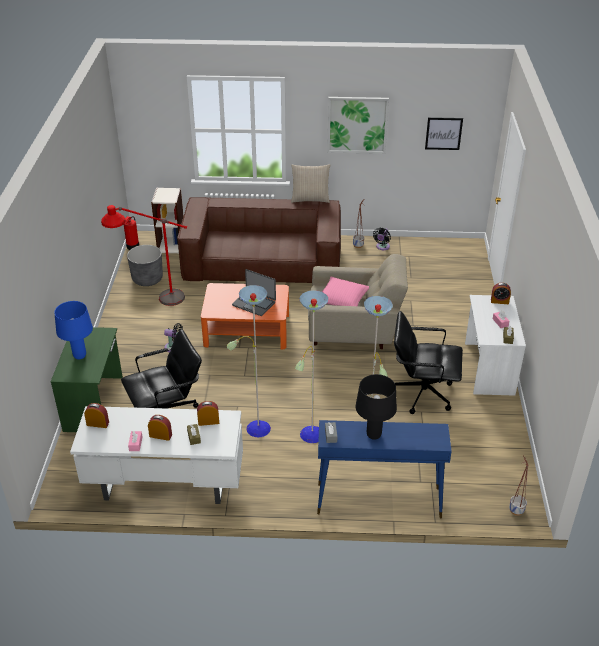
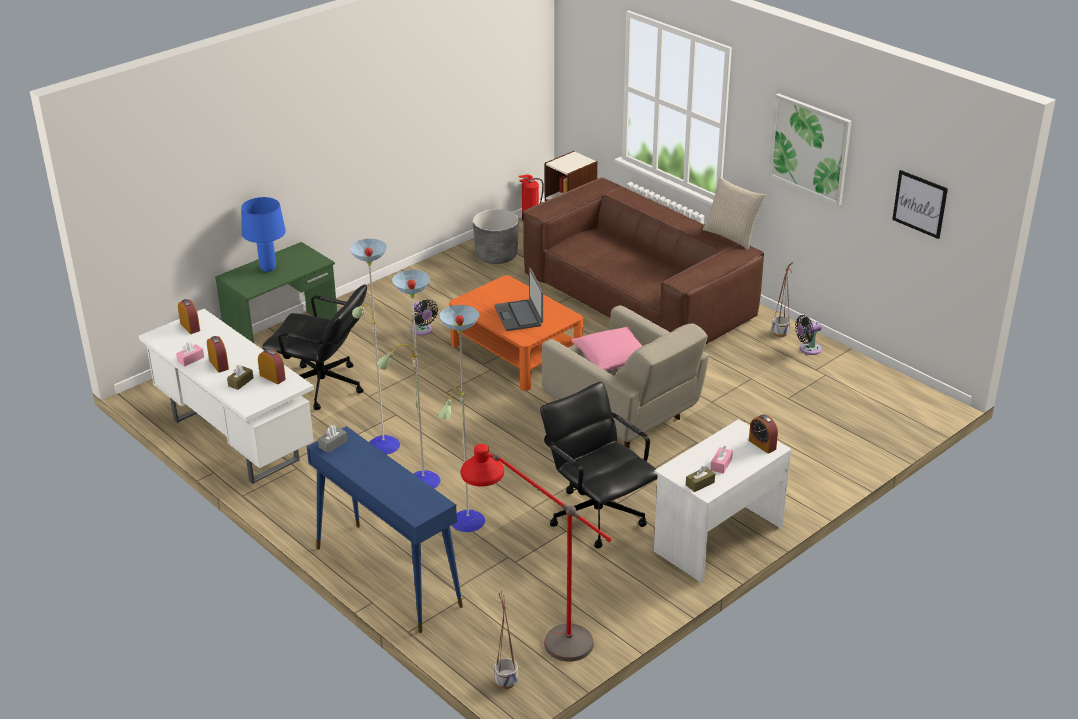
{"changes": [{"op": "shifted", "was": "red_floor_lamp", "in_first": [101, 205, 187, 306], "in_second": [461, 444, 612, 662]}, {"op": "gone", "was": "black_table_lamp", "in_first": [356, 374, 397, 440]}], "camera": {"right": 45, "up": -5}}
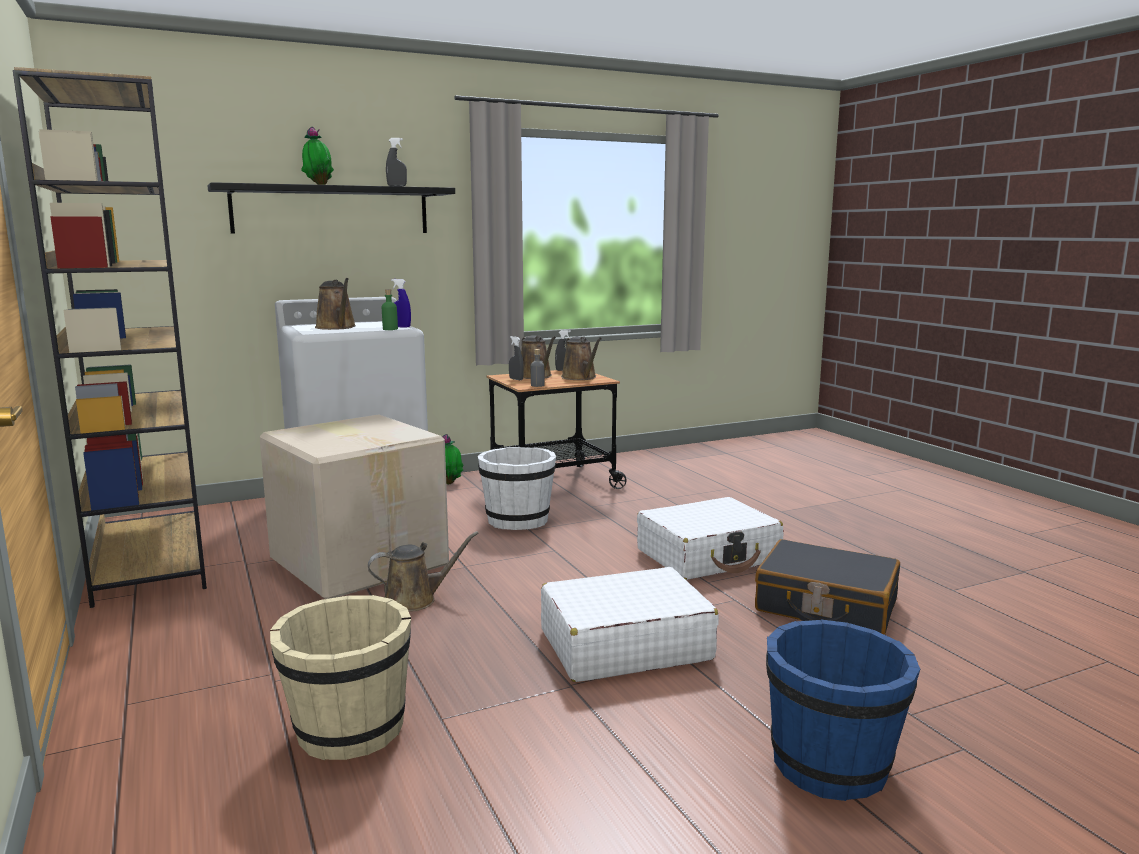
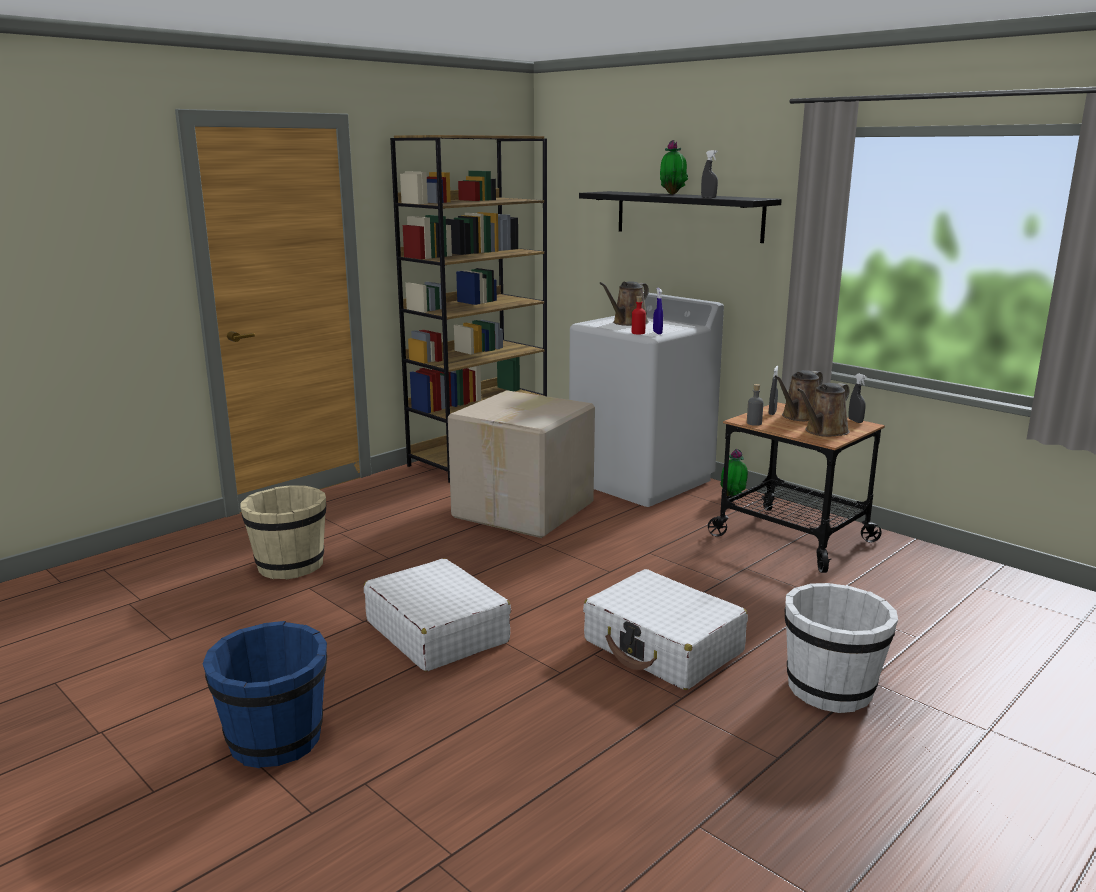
{"changes": [{"op": "gone", "was": "brown_watering_can", "in_first": [368, 531, 479, 612]}, {"op": "repainted", "was": "green_bottle", "now": "red_bottle", "in_first": [382, 289, 398, 330], "in_second": [632, 296, 646, 334]}, {"op": "shifted", "was": "white_bucket", "in_first": [478, 447, 556, 530], "in_second": [785, 583, 898, 713]}, {"op": "gone", "was": "black_suitcase", "in_first": [755, 539, 900, 635]}], "camera": {"right": 70, "up": 5}}
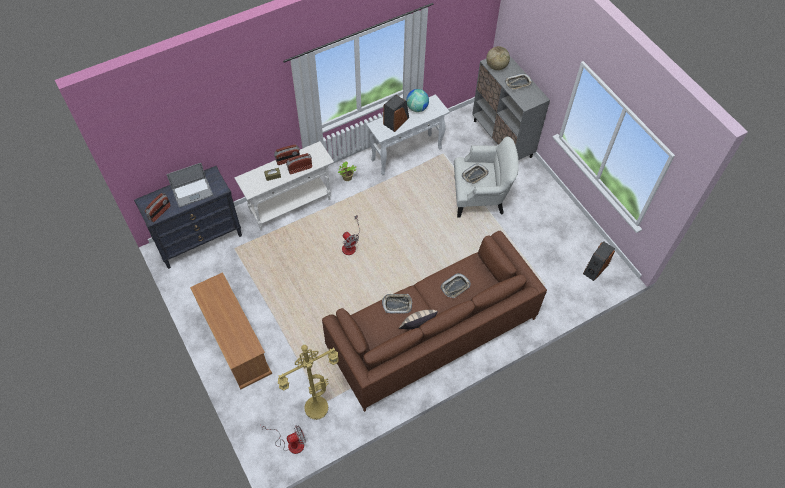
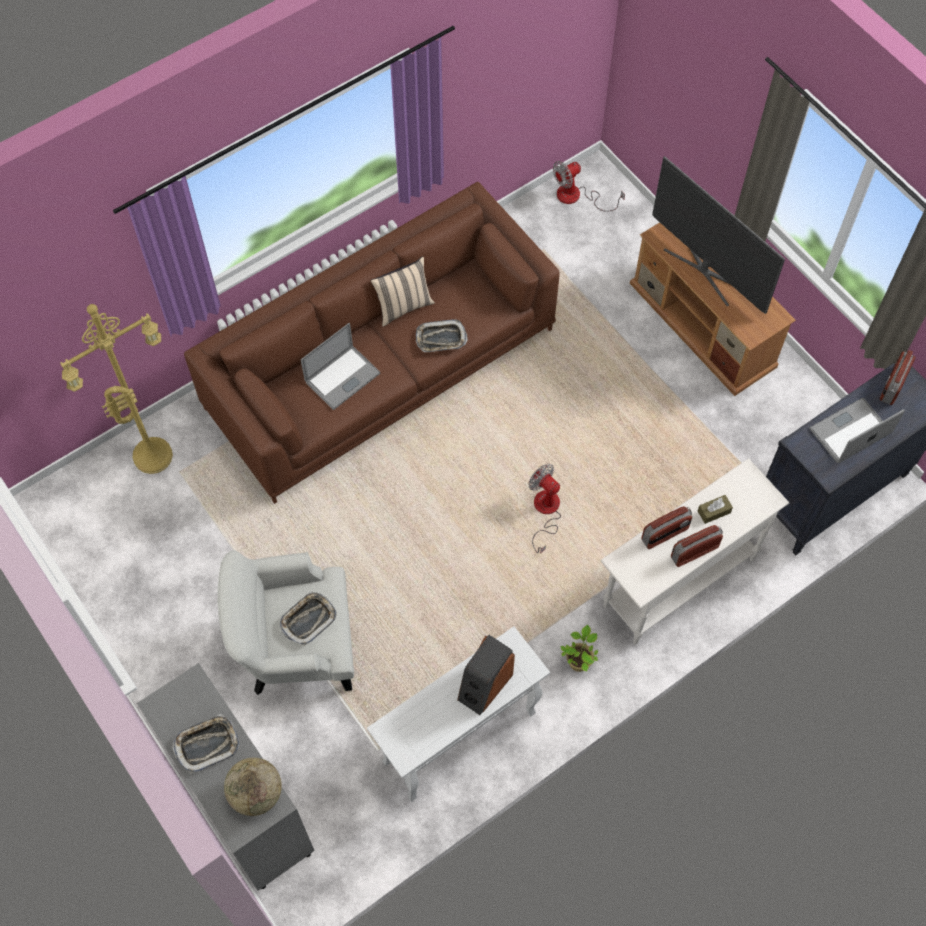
{"changes": [{"op": "shifted", "was": "yellow_floor_lamp", "in_first": [278, 345, 339, 420], "in_second": [60, 304, 173, 474]}, {"op": "gone", "was": "globe", "in_first": [406, 89, 429, 112]}, {"op": "swapped", "was": "tray", "now": "laptop", "in_first": [440, 273, 471, 298], "in_second": [301, 323, 381, 410]}, {"op": "gone", "was": "speaker", "in_first": [583, 241, 615, 281]}, {"op": "new", "now": "television", "in_second": [652, 156, 785, 314]}], "camera": {"right": 175, "up": 5}}
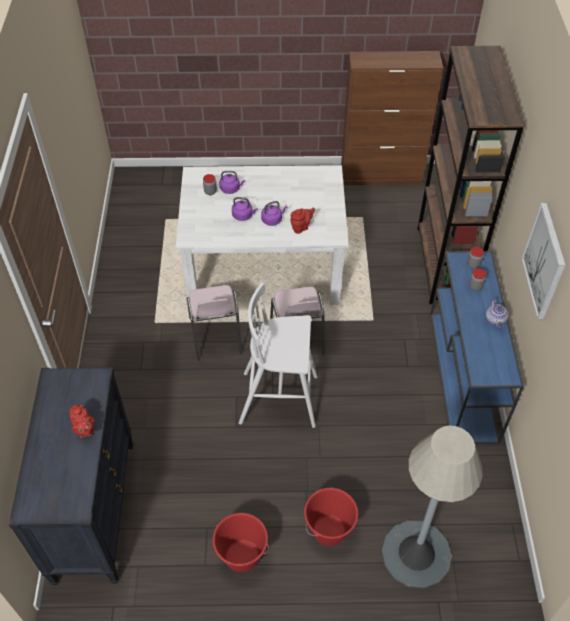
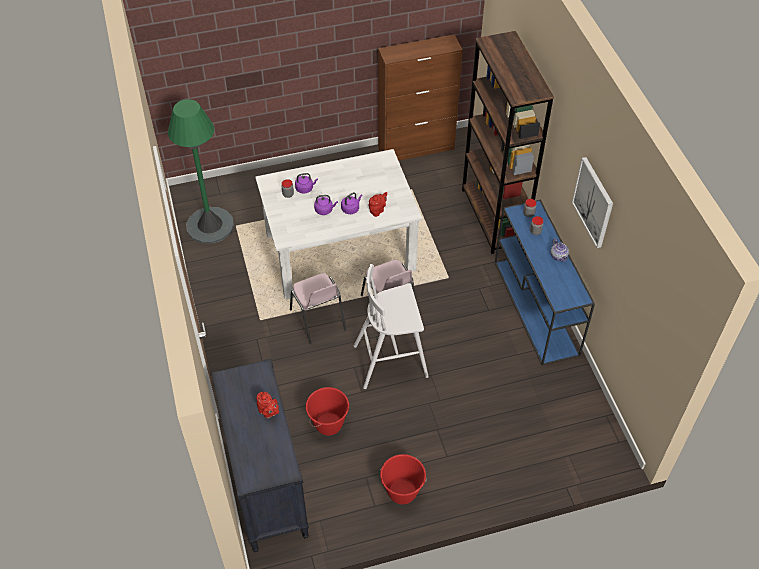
{"changes": [{"op": "shifted", "was": "red_bucket", "in_first": [304, 488, 358, 546], "in_second": [306, 387, 349, 435]}, {"op": "gone", "was": "grey_floor_lamp", "in_first": [382, 426, 483, 588]}, {"op": "new", "now": "green_floor_lamp", "in_second": [168, 99, 234, 244]}], "camera": {"right": -15, "up": 0}}
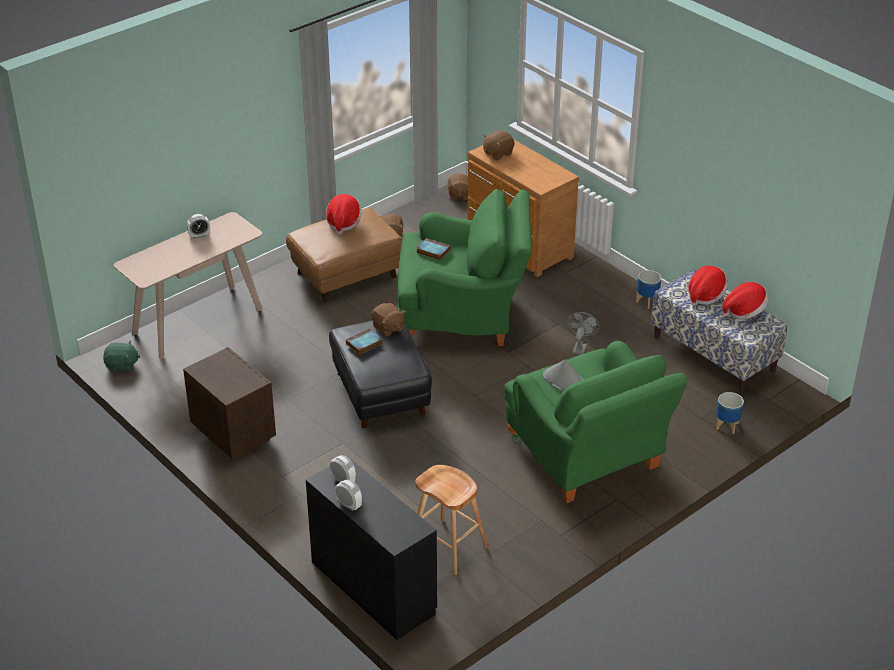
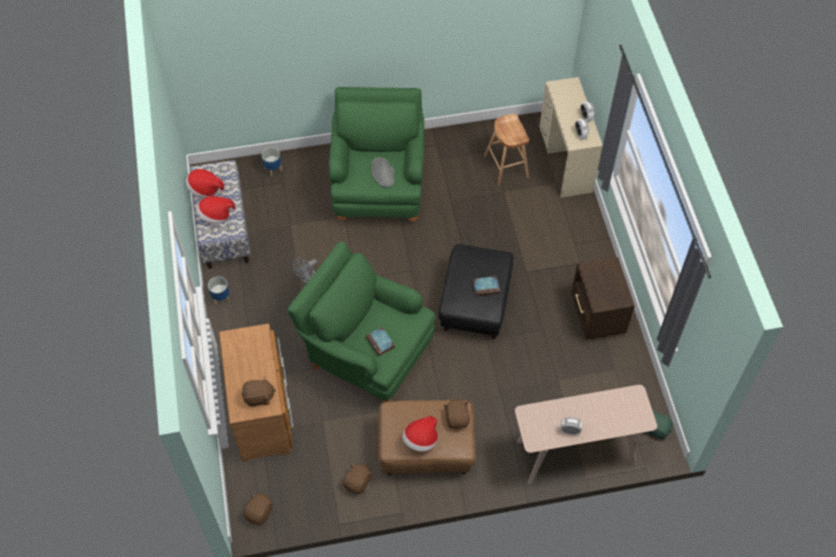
{"changes": [{"op": "repainted", "was": "black_desk", "now": "beige_desk", "in_first": [306, 456, 437, 640], "in_second": [540, 77, 603, 198]}, {"op": "shifted", "was": "brown_plush_toy", "in_first": [371, 303, 406, 337], "in_second": [444, 399, 470, 429]}], "camera": {"right": -150, "up": 20}}
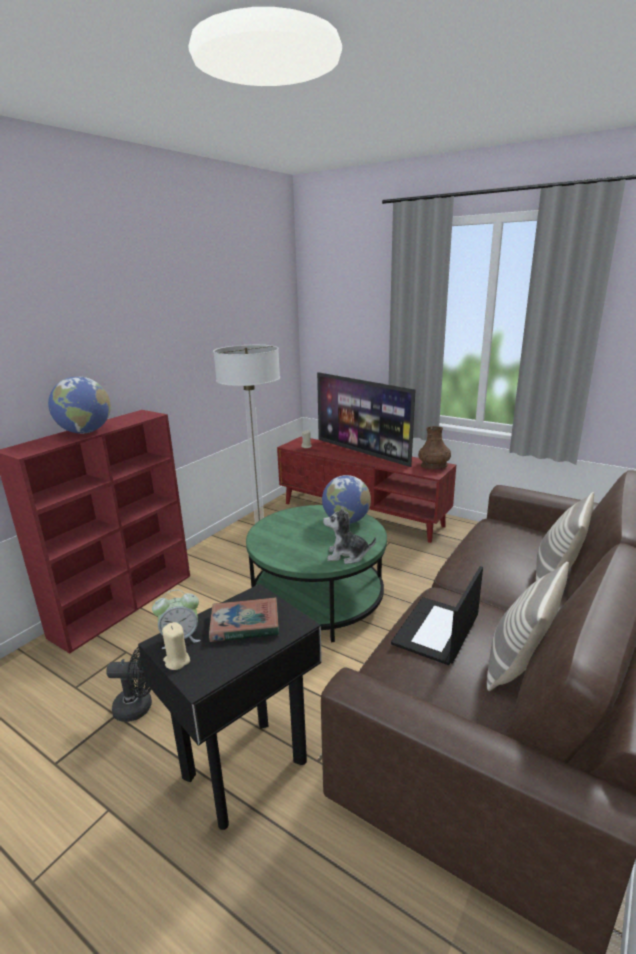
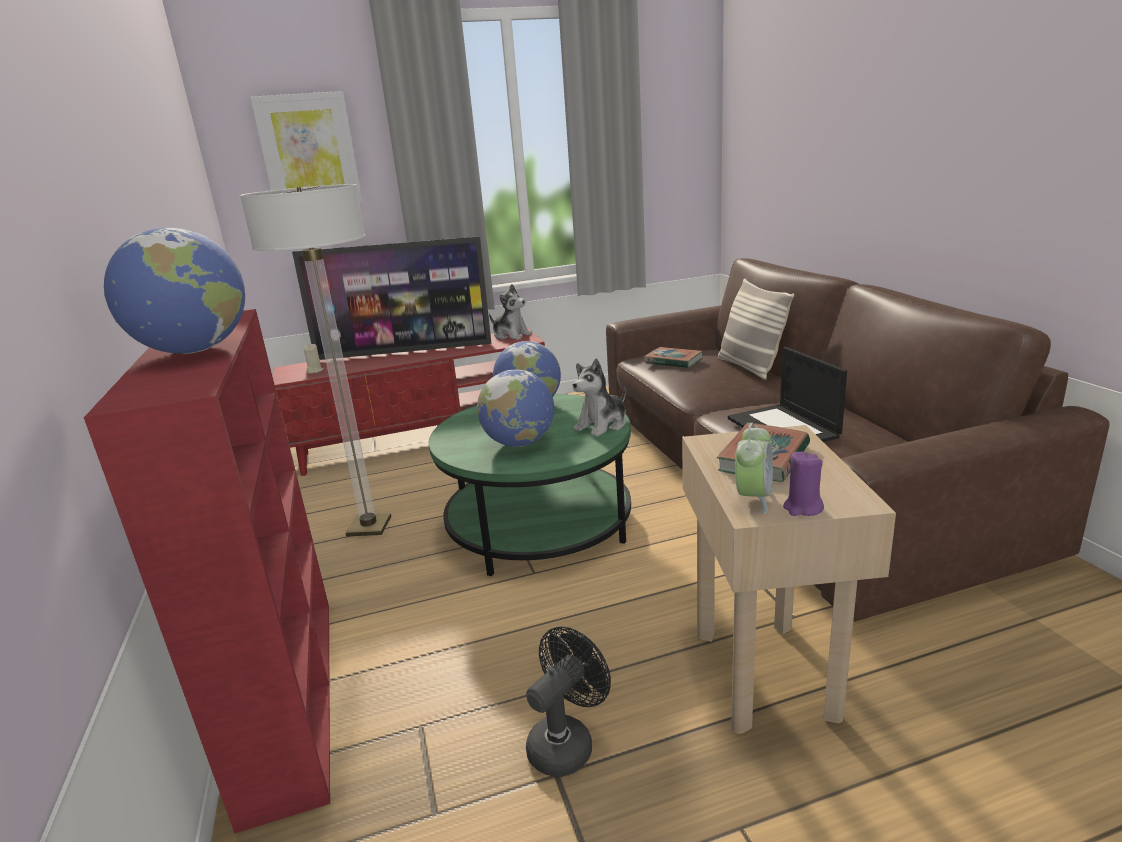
{"changes": [{"op": "repainted", "was": "black_side_table", "now": "beige_side_table", "in_first": [138, 584, 322, 830], "in_second": [682, 425, 896, 734]}, {"op": "repainted", "was": "beige_candle", "now": "purple_candle", "in_first": [162, 622, 190, 670], "in_second": [783, 452, 824, 516]}, {"op": "swapped", "was": "brown_vase", "now": "plush_toy", "in_first": [418, 426, 451, 469], "in_second": [489, 284, 532, 340]}, {"op": "gone", "was": "pillow", "in_first": [487, 562, 569, 691]}, {"op": "new", "now": "picture", "in_second": [250, 91, 363, 203]}, {"op": "new", "now": "globe", "in_second": [477, 369, 554, 447]}, {"op": "new", "now": "book", "in_second": [644, 347, 703, 368]}], "camera": {"right": -50, "up": 0}}
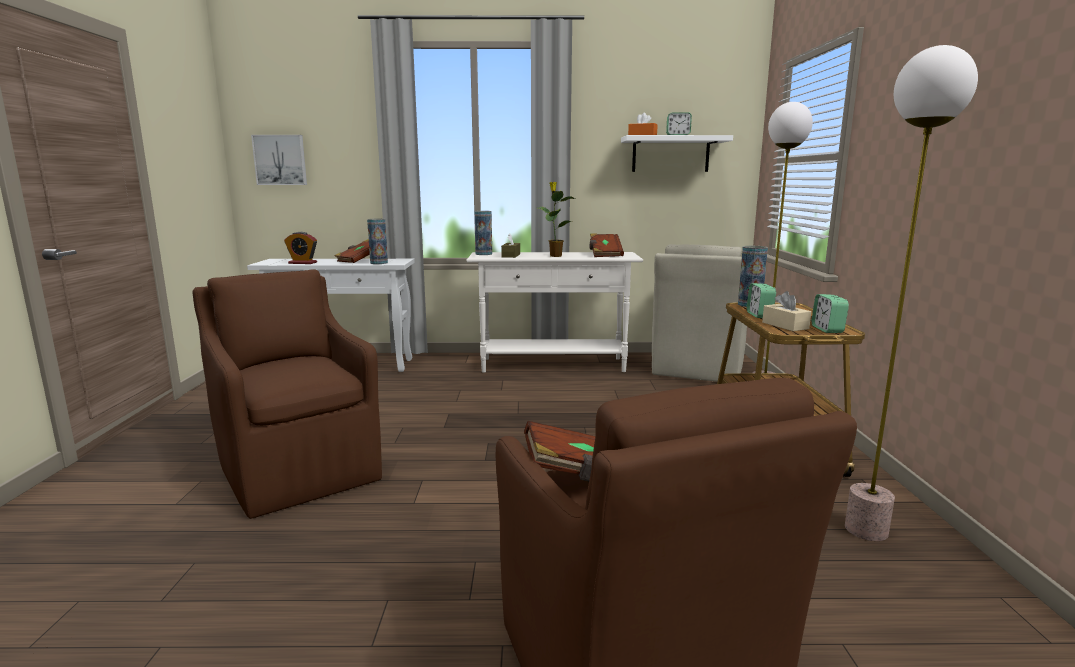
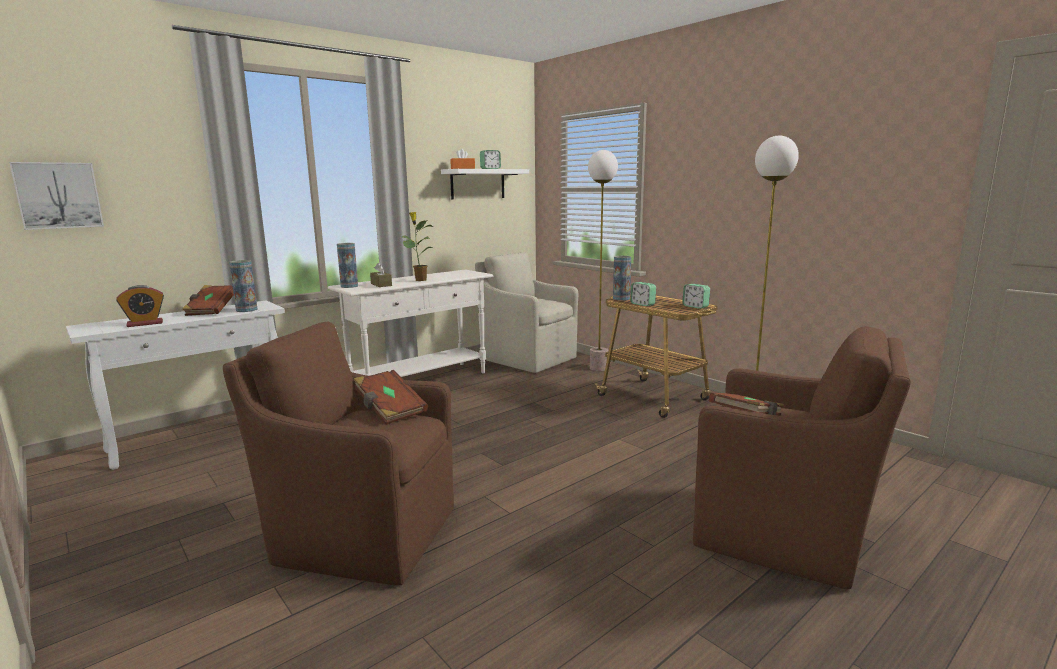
{"changes": [{"op": "shifted", "was": "brown_book", "in_first": [590, 233, 624, 257], "in_second": [353, 370, 428, 425]}, {"op": "rotated", "was": "beige_armchair", "in_first": [652, 244, 747, 382], "in_second": [475, 252, 578, 373], "clockwise": 150}, {"op": "gone", "was": "beige_tissue_box", "in_first": [762, 291, 811, 331]}], "camera": {"right": -40, "up": 0}}
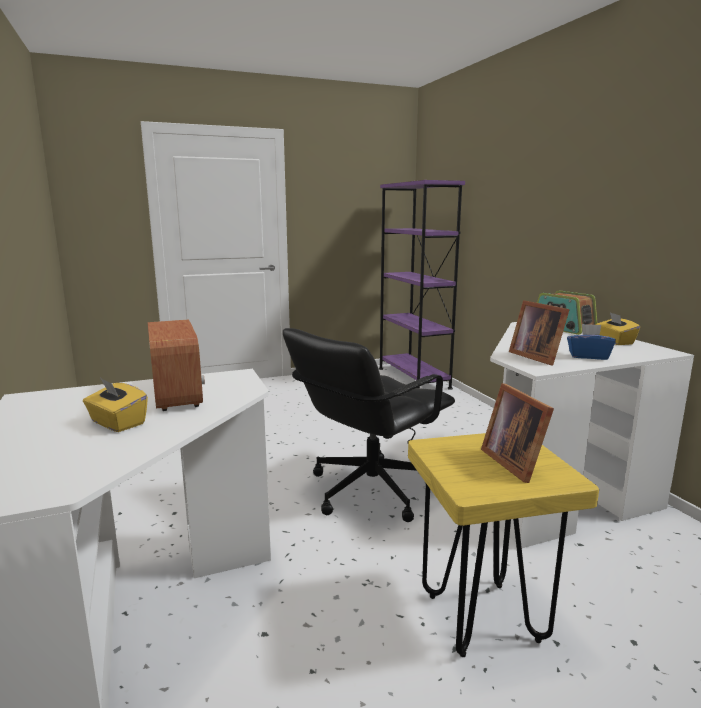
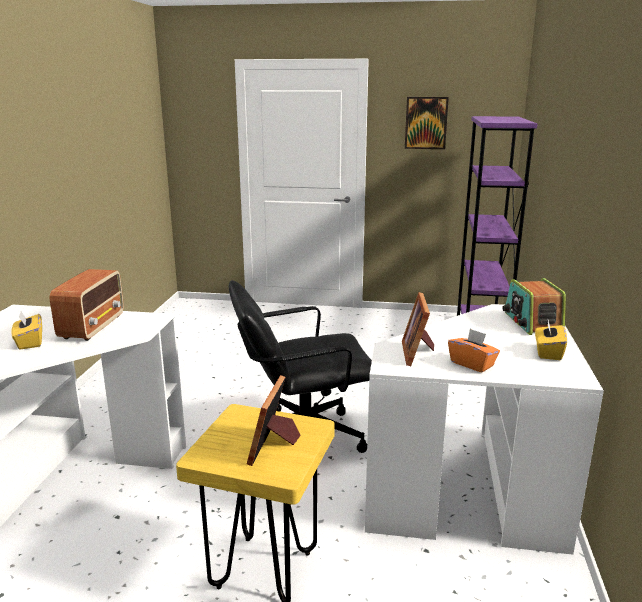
{"changes": [{"op": "repainted", "was": "blue_tissue_box", "now": "orange_tissue_box", "in_first": [567, 324, 616, 360], "in_second": [448, 329, 500, 372]}, {"op": "new", "now": "picture", "in_second": [405, 97, 449, 149]}], "camera": {"right": 30, "up": 5}}
